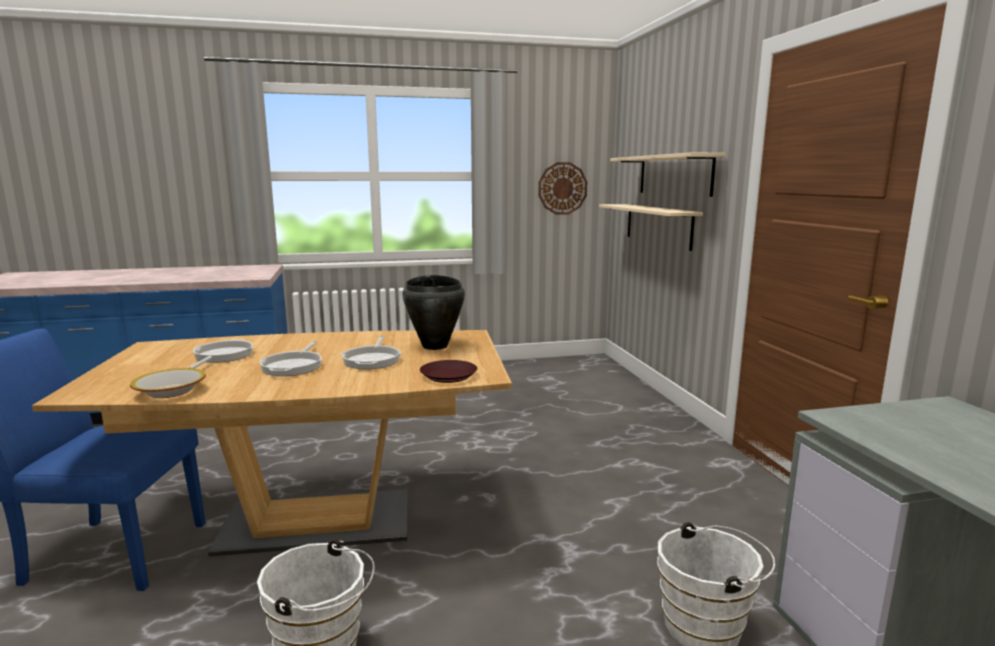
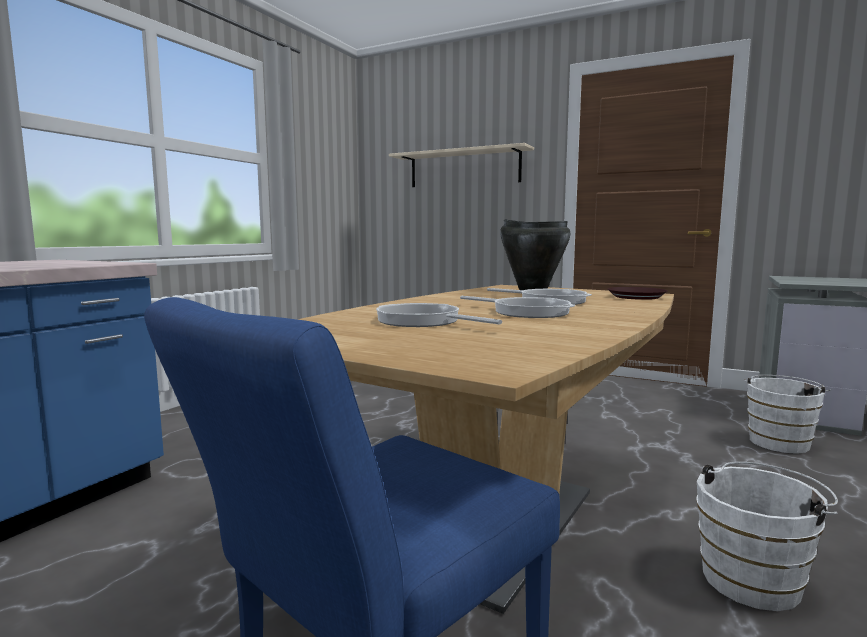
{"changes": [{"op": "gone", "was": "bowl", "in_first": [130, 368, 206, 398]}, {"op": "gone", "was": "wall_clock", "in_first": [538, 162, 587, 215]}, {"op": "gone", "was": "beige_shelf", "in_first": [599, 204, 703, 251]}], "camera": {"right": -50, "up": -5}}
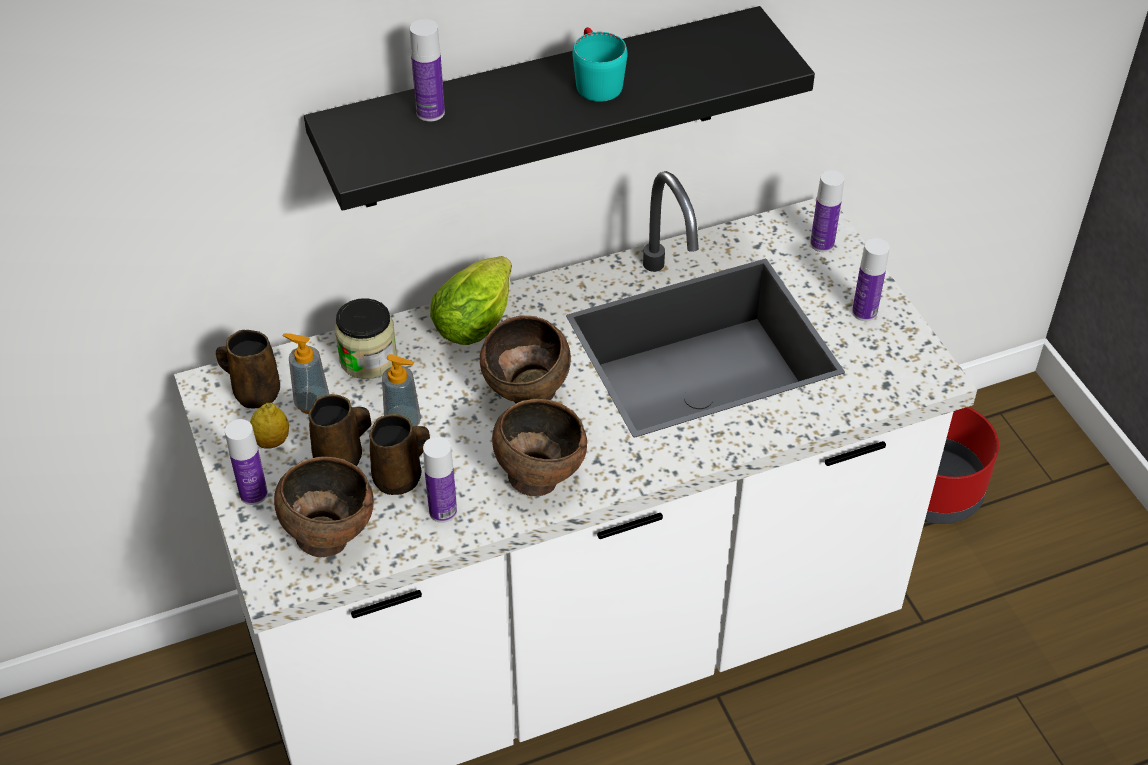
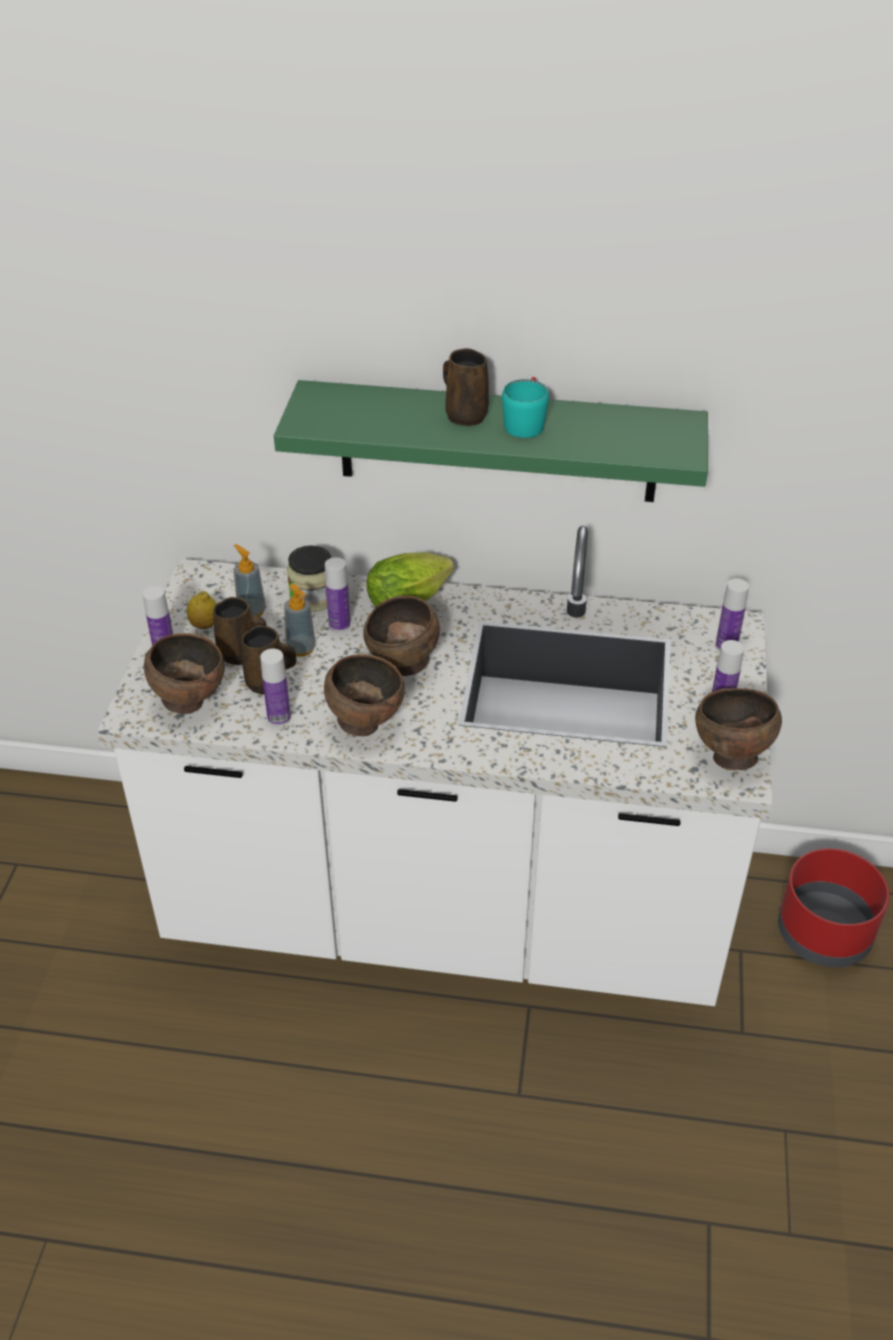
{"changes": [{"op": "shifted", "was": "brown_mug", "in_first": [216, 330, 280, 409], "in_second": [443, 348, 489, 426]}, {"op": "repainted", "was": "black_shelf", "now": "green_shelf", "in_first": [304, 6, 815, 211], "in_second": [274, 380, 708, 502]}, {"op": "shifted", "was": "bottle", "in_first": [410, 19, 445, 122], "in_second": [325, 557, 350, 632]}, {"op": "new", "now": "brown_bowl", "in_second": [695, 688, 782, 770]}], "camera": {"right": 30, "up": -5}}
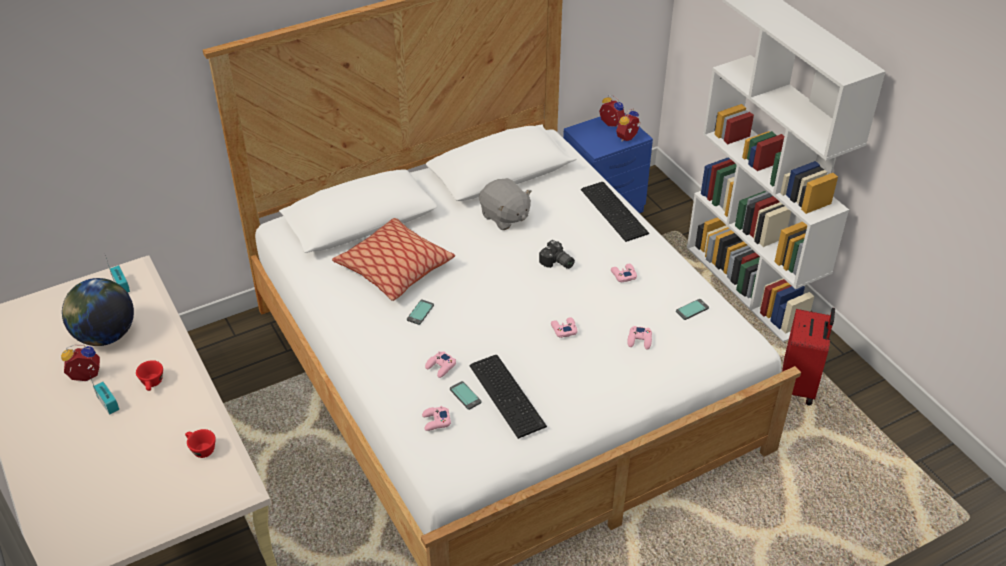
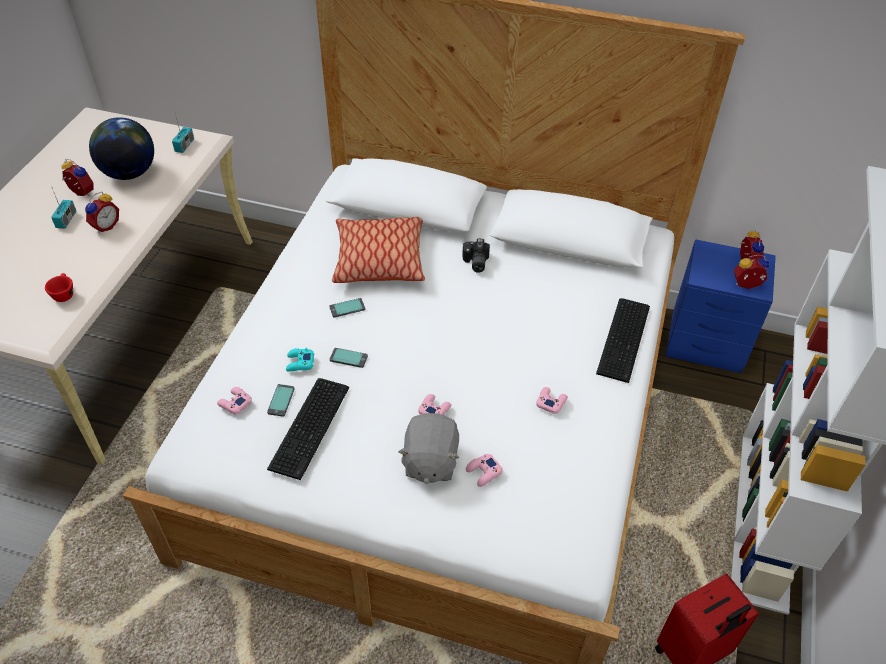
{"changes": [{"op": "swapped", "was": "red_cup", "now": "alarm_clock", "in_first": [136, 360, 163, 391], "in_second": [85, 192, 119, 233]}, {"op": "repainted", "was": "pink_game_controller", "now": "turquoise_game_controller", "in_first": [425, 351, 456, 378], "in_second": [286, 348, 314, 372]}, {"op": "shifted", "was": "grey_plush_toy", "in_first": [479, 178, 532, 230], "in_second": [398, 413, 459, 484]}, {"op": "shifted", "was": "photo_camera", "in_first": [539, 240, 575, 269], "in_second": [462, 239, 490, 273]}, {"op": "shifted", "was": "phone", "in_first": [676, 299, 709, 320], "in_second": [330, 348, 368, 368]}], "camera": {"right": 45, "up": 5}}
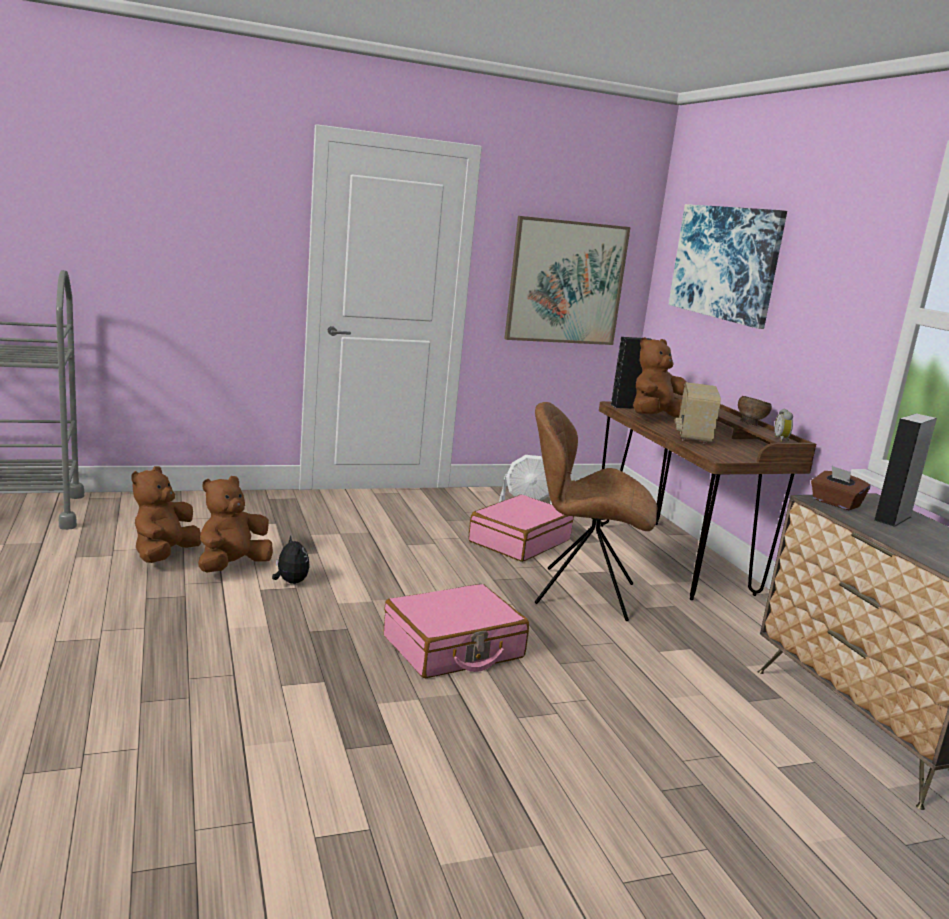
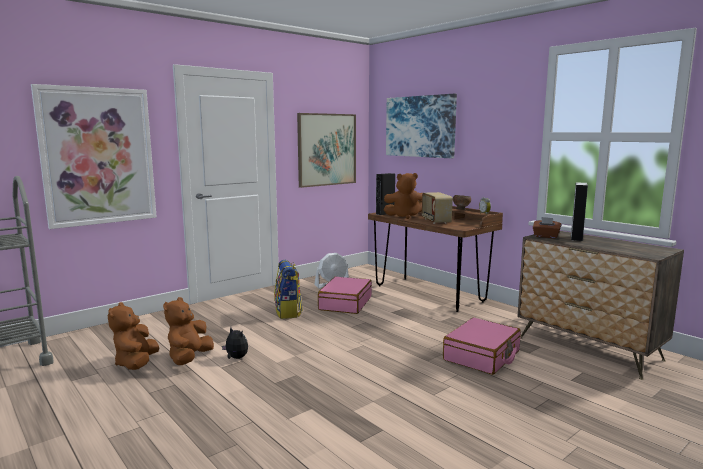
{"changes": [{"op": "shifted", "was": "pink_suitcase", "in_first": [384, 584, 529, 678], "in_second": [443, 318, 521, 375]}, {"op": "gone", "was": "brown_chair", "in_first": [535, 402, 657, 621]}, {"op": "rotated", "was": "brown_plush_toy", "in_first": [633, 337, 687, 417], "in_second": [384, 173, 423, 219], "clockwise": -120}, {"op": "new", "now": "picture", "in_second": [31, 84, 157, 229]}, {"op": "new", "now": "backpack", "in_second": [274, 260, 303, 319]}], "camera": {"right": -20, "up": -5}}
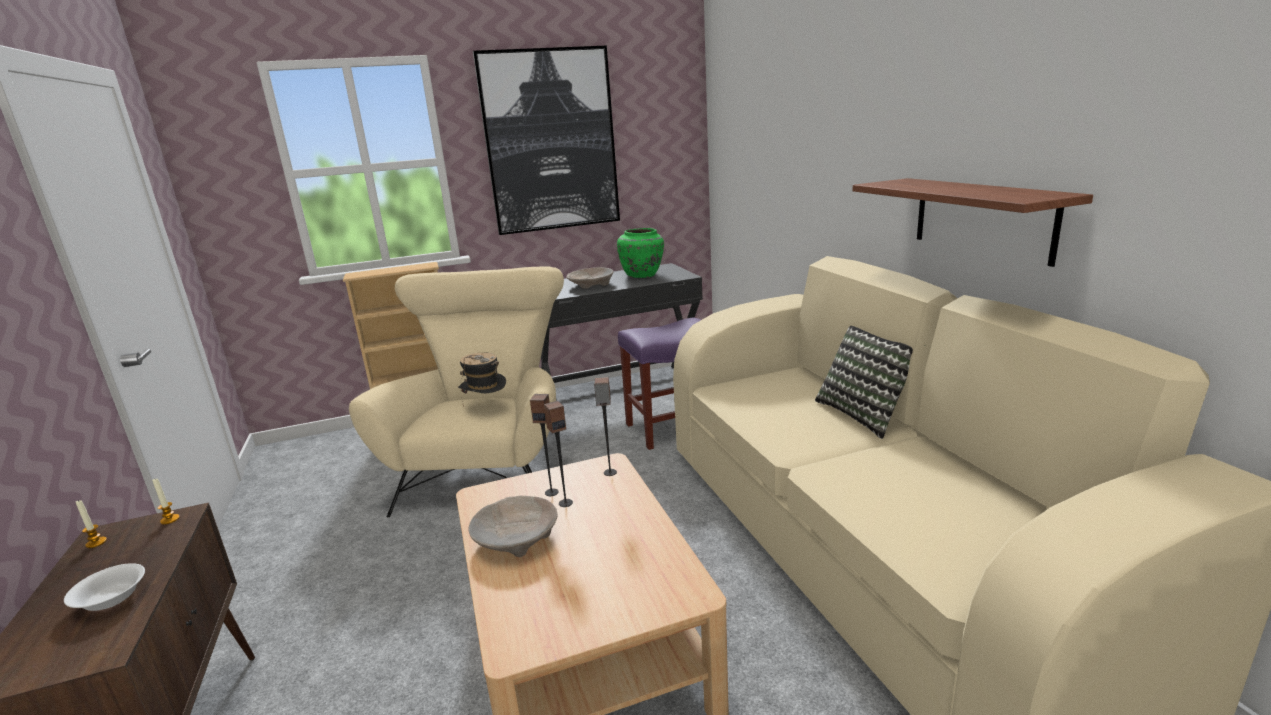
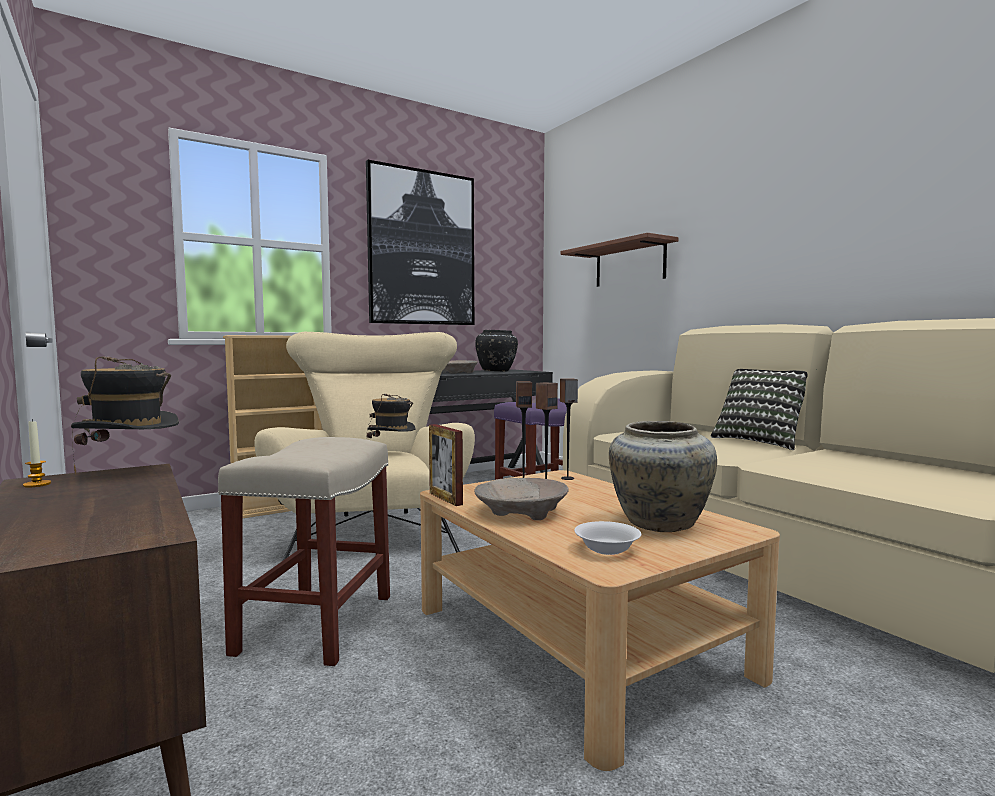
{"changes": [{"op": "shifted", "was": "white_bowl", "in_first": [64, 563, 145, 611], "in_second": [574, 521, 641, 555]}, {"op": "swapped", "was": "candle", "now": "hat", "in_first": [152, 479, 180, 525], "in_second": [71, 356, 179, 475]}, {"op": "repainted", "was": "green_vase", "now": "black_vase", "in_first": [617, 228, 664, 278], "in_second": [475, 330, 518, 372]}, {"op": "shifted", "was": "shelf", "in_first": [852, 178, 1093, 267], "in_second": [561, 233, 679, 287]}, {"op": "new", "now": "beige_stool", "in_second": [218, 437, 390, 666]}, {"op": "new", "now": "picture_frame", "in_second": [429, 424, 463, 506]}, {"op": "new", "now": "beige_vase", "in_second": [609, 421, 717, 532]}], "camera": {"right": -15, "up": -15}}
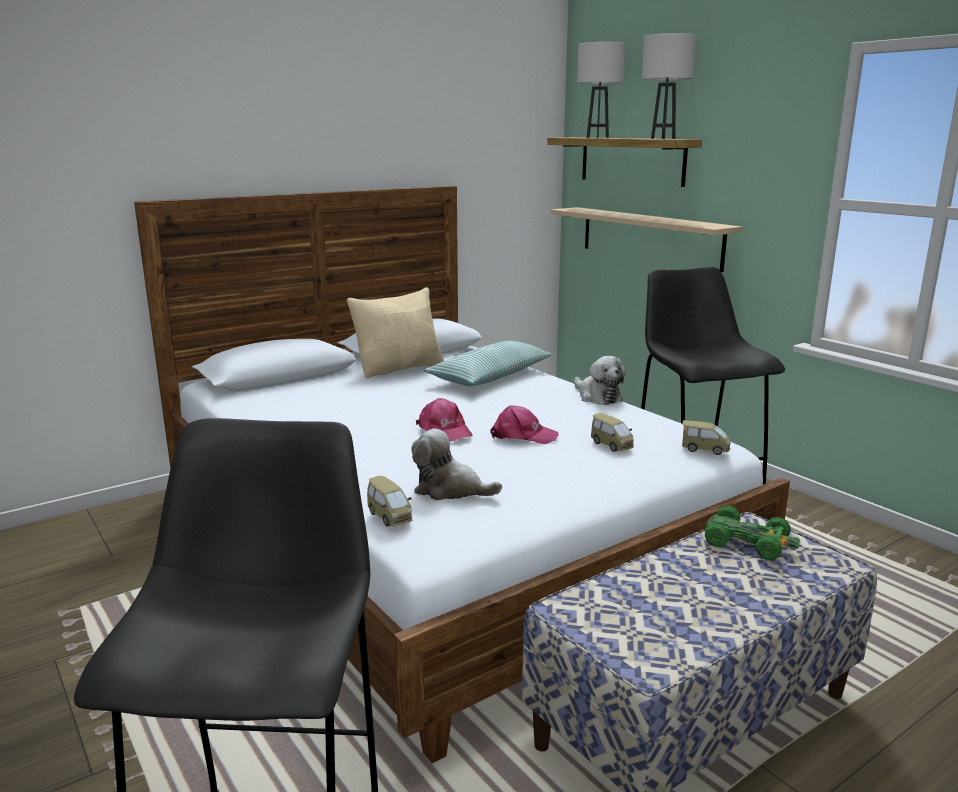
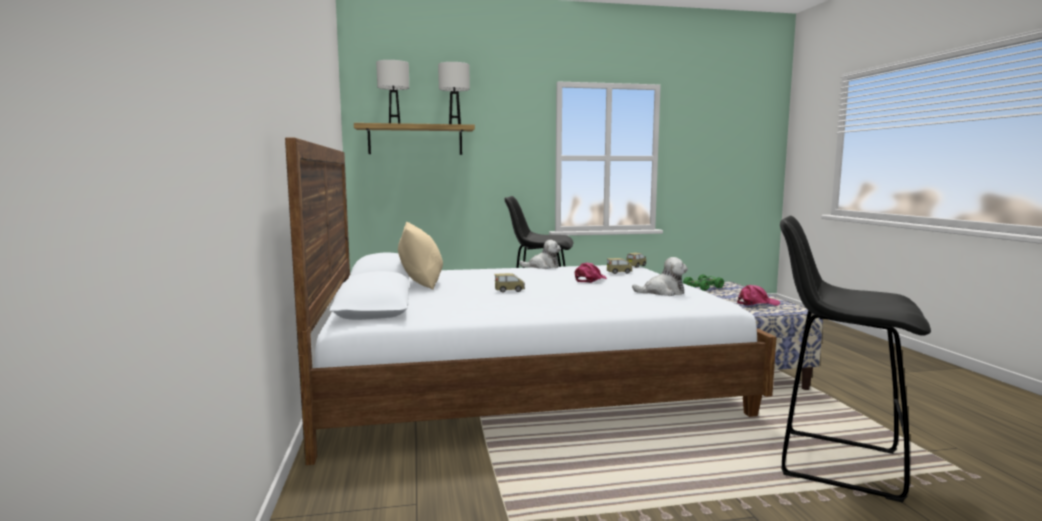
{"changes": [{"op": "shifted", "was": "toy_car", "in_first": [367, 476, 412, 527], "in_second": [494, 273, 525, 292]}, {"op": "rotated", "was": "plush_toy", "in_first": [412, 429, 502, 500], "in_second": [632, 257, 688, 296], "clockwise": -135}, {"op": "shifted", "was": "pink_cap", "in_first": [416, 398, 473, 441], "in_second": [737, 285, 780, 306]}, {"op": "gone", "was": "pillow", "in_first": [424, 341, 553, 387]}, {"op": "gone", "was": "beige_shelf", "in_first": [551, 207, 743, 272]}], "camera": {"right": -65, "up": -10}}
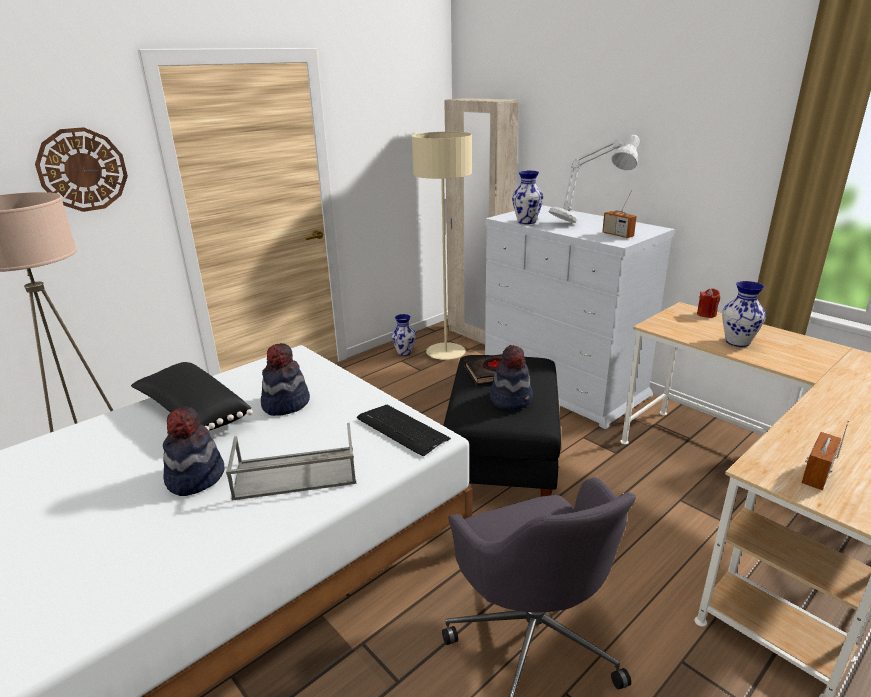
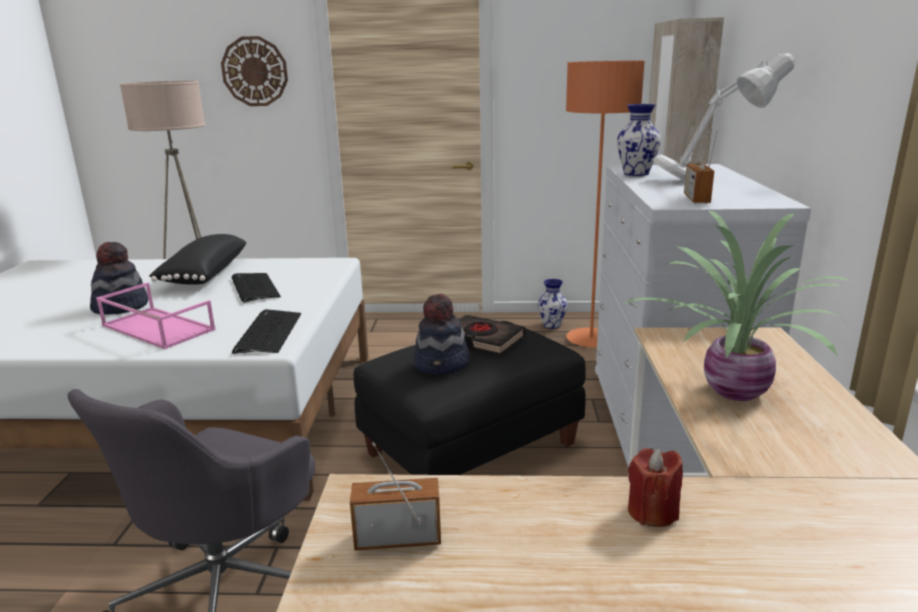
{"changes": [{"op": "repainted", "was": "grey_tray", "now": "pink_tray", "in_first": [226, 423, 356, 501], "in_second": [96, 283, 216, 349]}, {"op": "swapped", "was": "hat", "now": "keyboard", "in_first": [261, 343, 310, 416], "in_second": [232, 273, 281, 303]}, {"op": "repainted", "was": "beige_floor_lamp", "now": "orange_floor_lamp", "in_first": [412, 132, 472, 360], "in_second": [566, 61, 645, 348]}, {"op": "shifted", "was": "red_candle", "in_first": [697, 289, 720, 318], "in_second": [628, 448, 683, 527]}, {"op": "swapped", "was": "vase", "now": "potted_plant", "in_first": [722, 281, 766, 347], "in_second": [623, 210, 851, 401]}], "camera": {"right": 45, "up": -5}}
